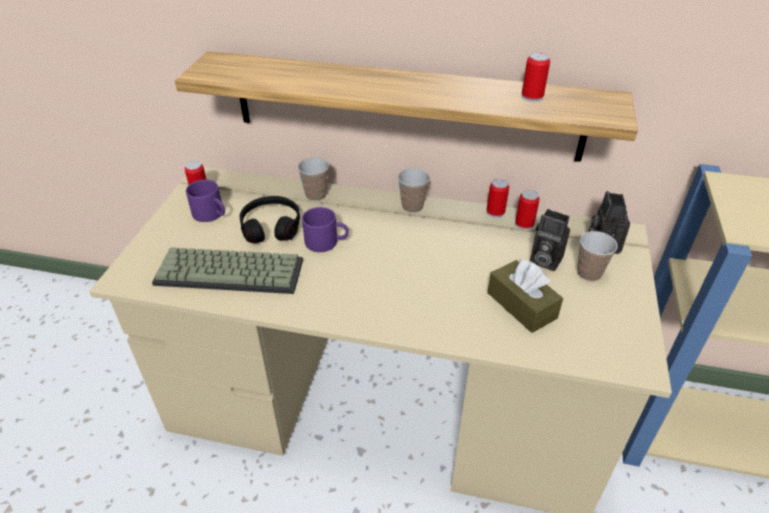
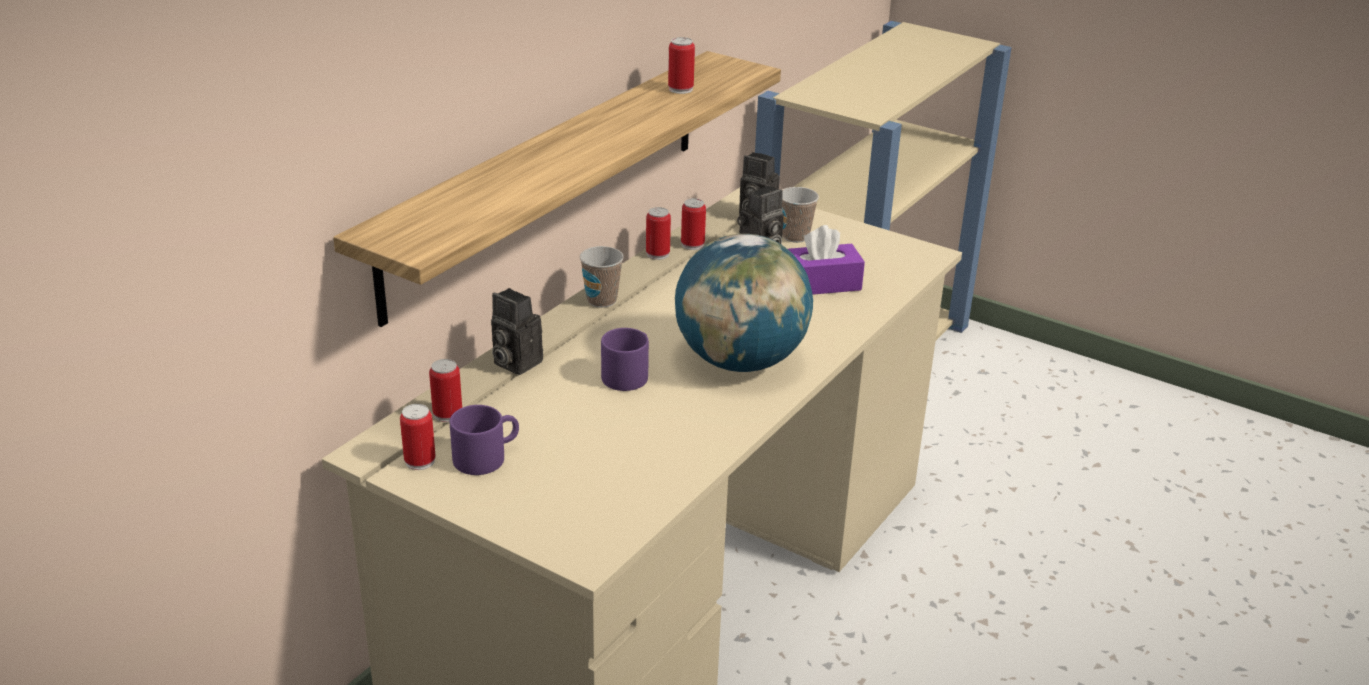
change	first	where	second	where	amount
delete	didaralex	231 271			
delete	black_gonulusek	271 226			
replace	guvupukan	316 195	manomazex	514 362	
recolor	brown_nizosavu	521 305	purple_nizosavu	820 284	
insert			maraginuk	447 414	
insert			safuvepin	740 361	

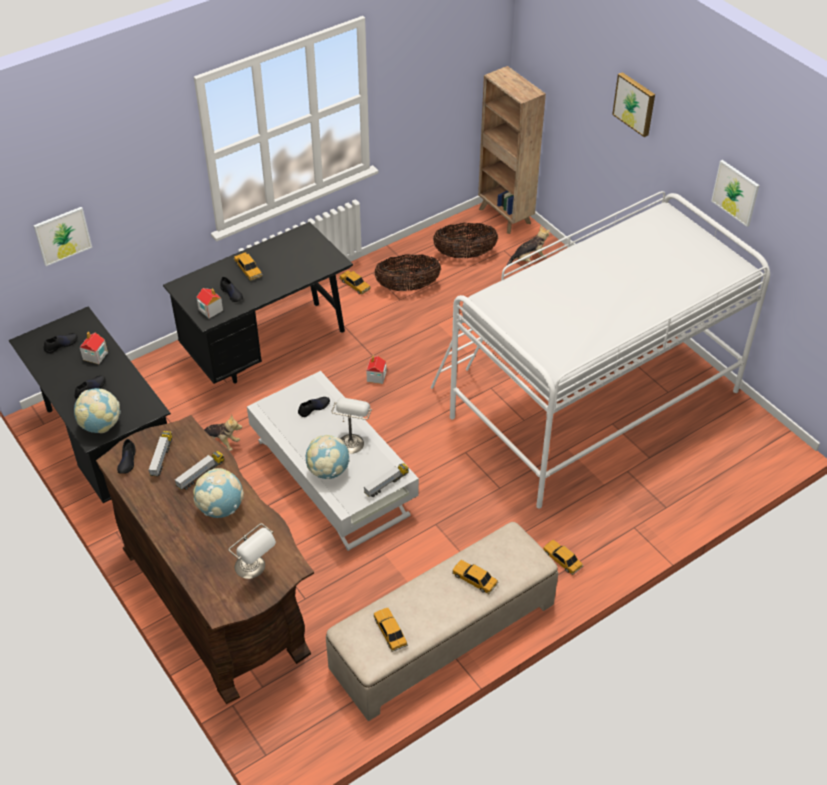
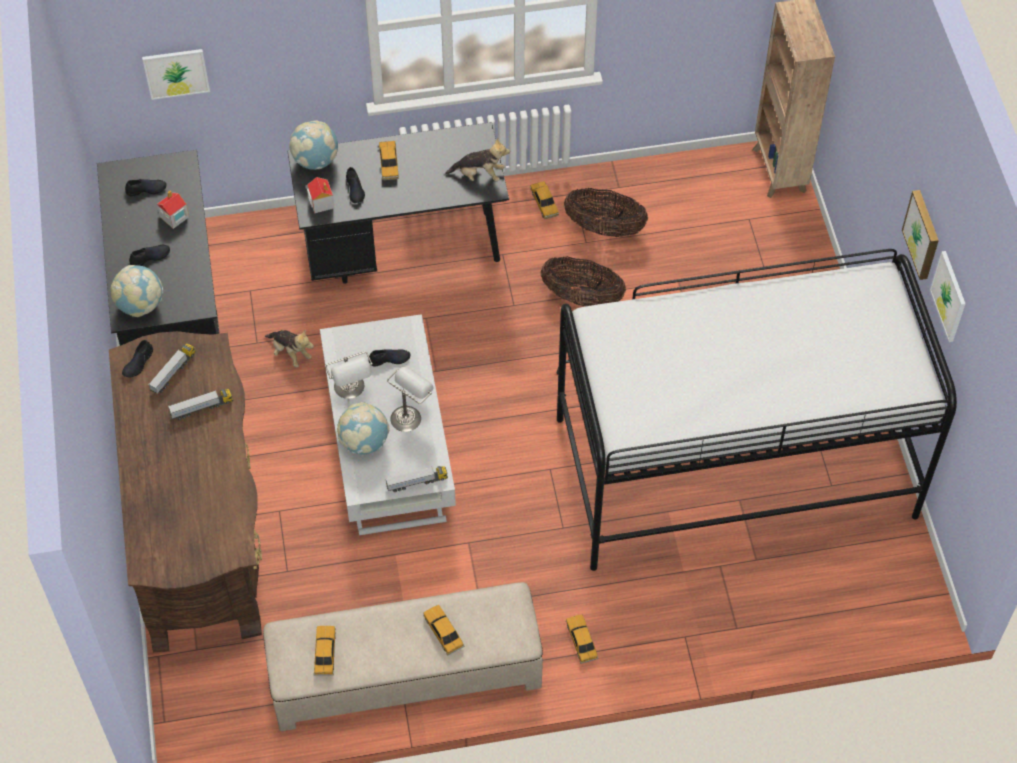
change	first	where	second	where	amount
move	safuvepin	221 508		316 161	
move	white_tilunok	255 569		352 390	
delete	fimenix	376 377			
recolor	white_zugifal	590 404	black_zugifal	729 465	
move	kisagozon	465 254		582 297	
move	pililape	529 259		479 175	
move	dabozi	635 103		923 234	

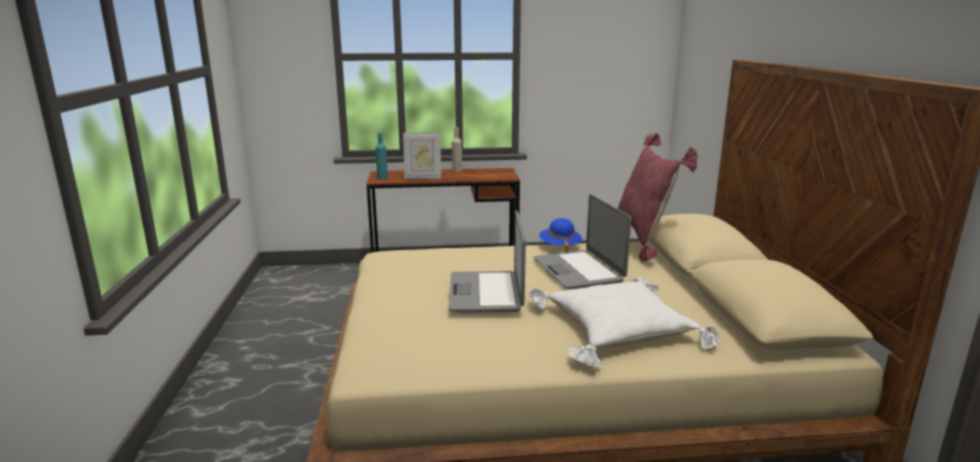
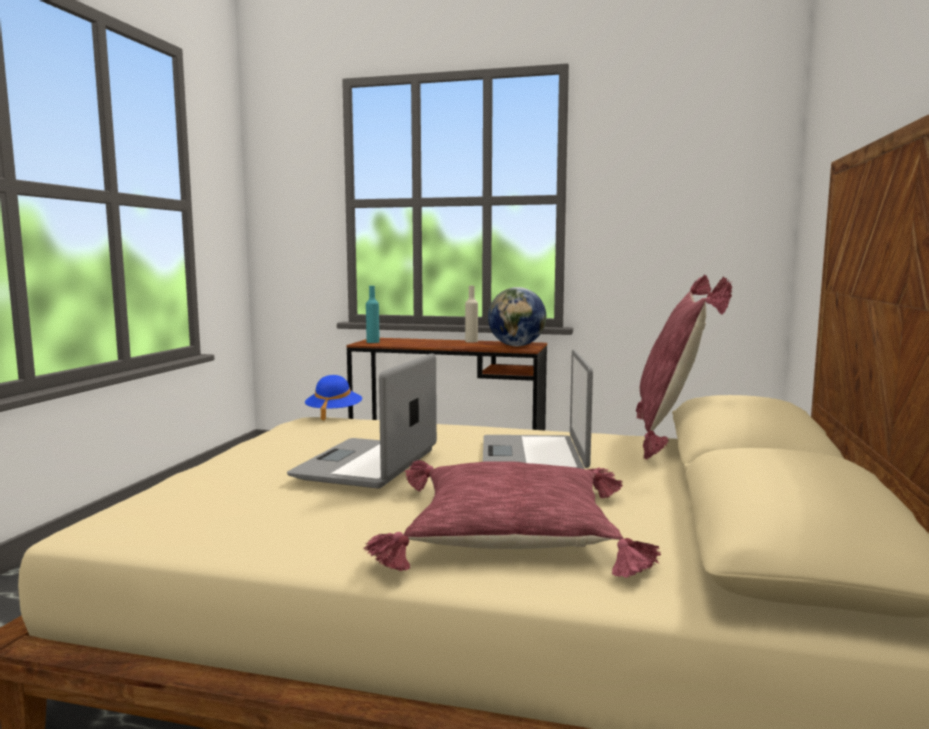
change	first	where	second	where	amount
delete	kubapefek	423 177			
recolor	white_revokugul	617 325	red_revokugul	509 526	
move	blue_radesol	560 247		334 414	
insert			safuvepin	516 346	

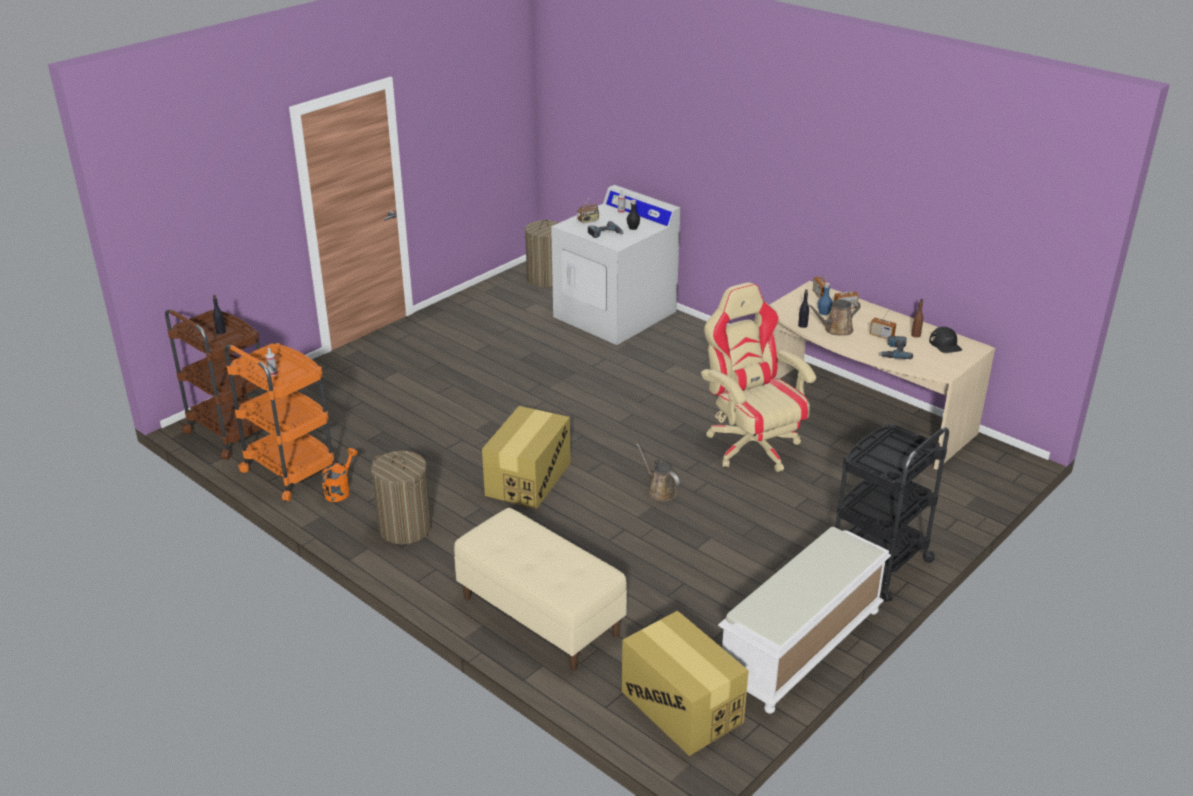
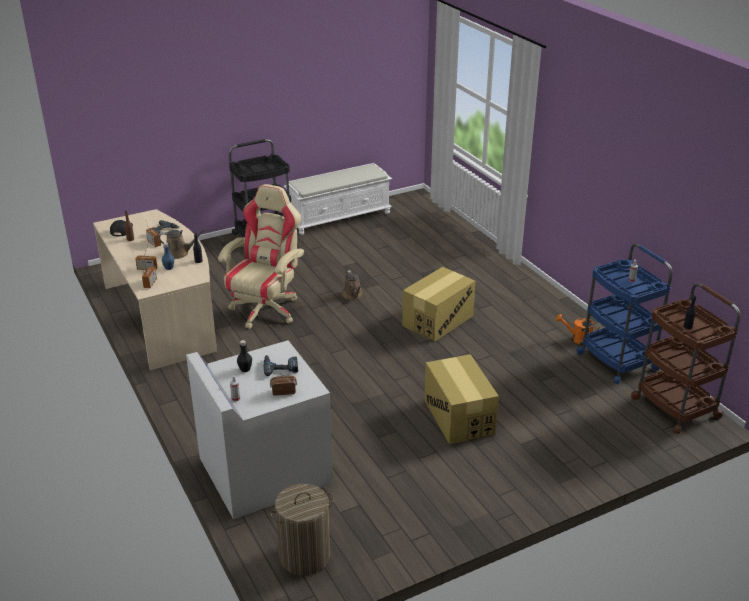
change	first	where	second	where	amount
recolor	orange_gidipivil	292 471	blue_gidipivil	616 361	
rotate	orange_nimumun	340 491		577 339	60 degrees clockwise
delete	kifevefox	405 528			
delete	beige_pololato	539 616			
move	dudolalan	681 706		459 417	
rotate	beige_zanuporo	752 447		265 310	150 degrees counterclockwise

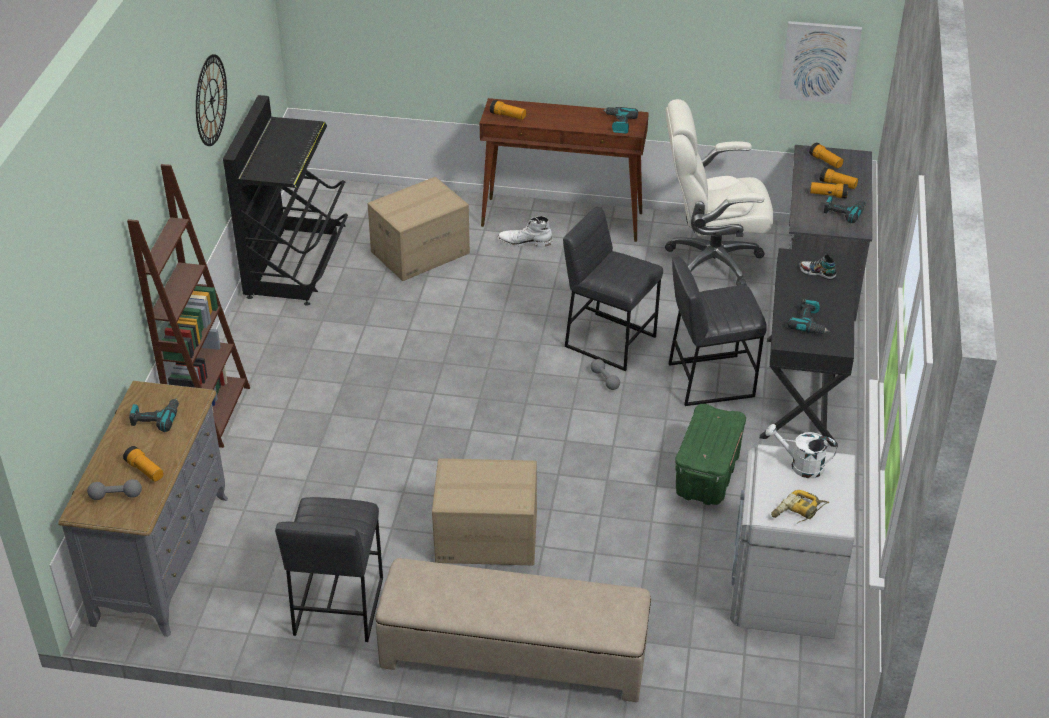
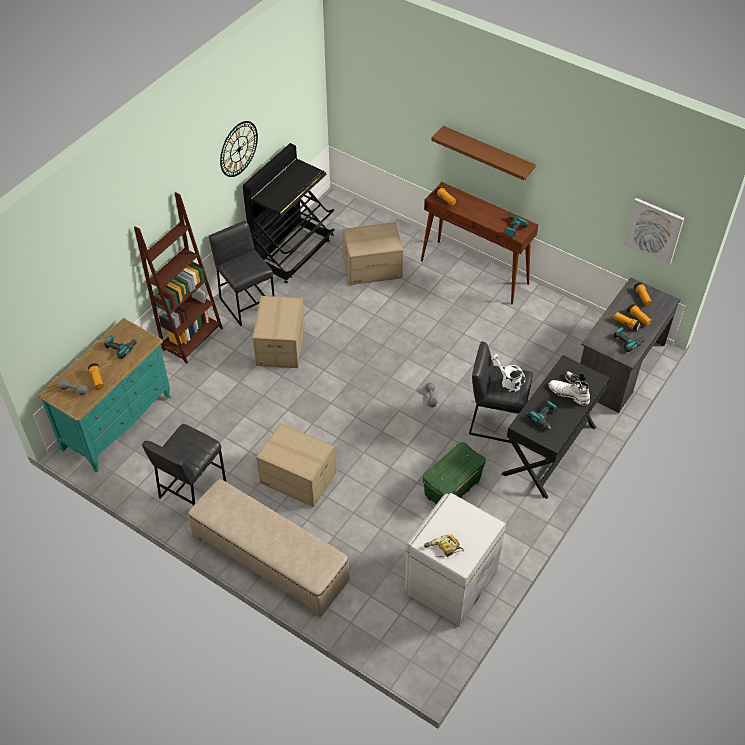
change	first	where	second	where	amount
recolor	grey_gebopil	164 559	turquoise_gebopil	118 423	
move	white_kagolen	525 242		568 394	
move	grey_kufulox	609 341		247 303	
delete	white_zanuporo	711 261			
move	white_nimumun	800 465		508 382	
insert			dudolalan	280 345	
insert			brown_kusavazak	487 153	

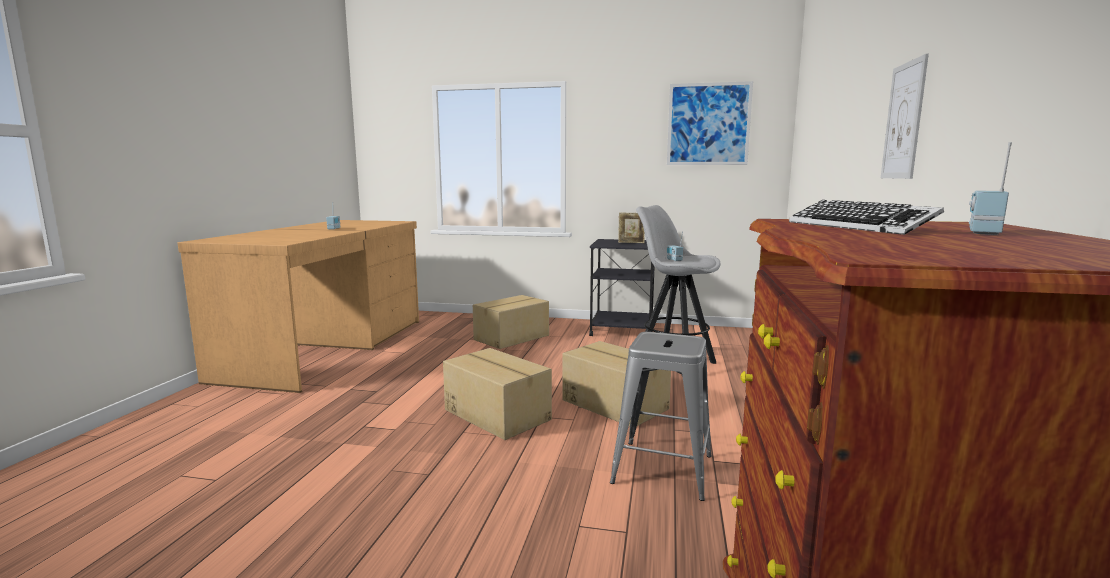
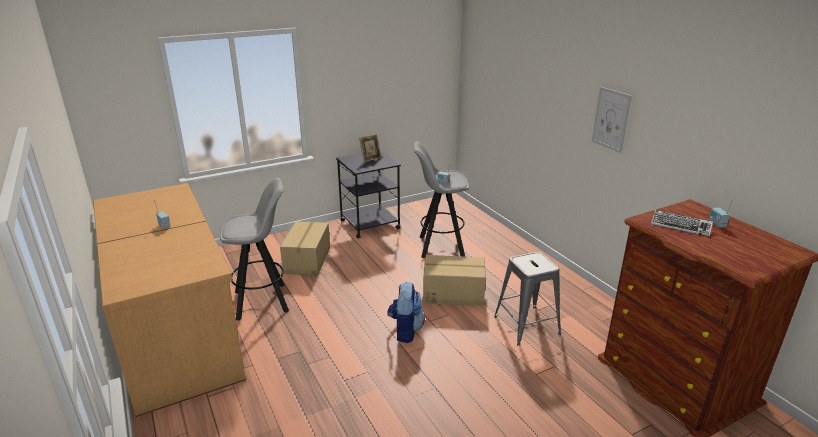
change	first	where	second	where	amount
replace	dudolalan	498 414	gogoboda	405 331	
delete	dabozi	708 124			
insert			grey_kufulox	263 301	

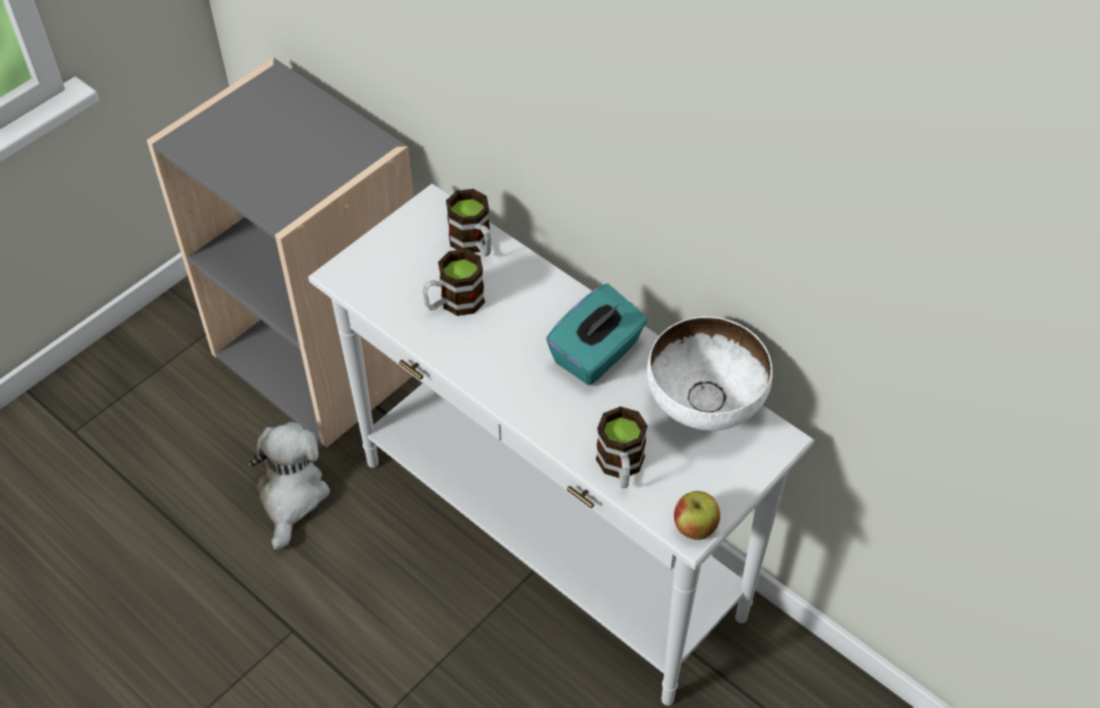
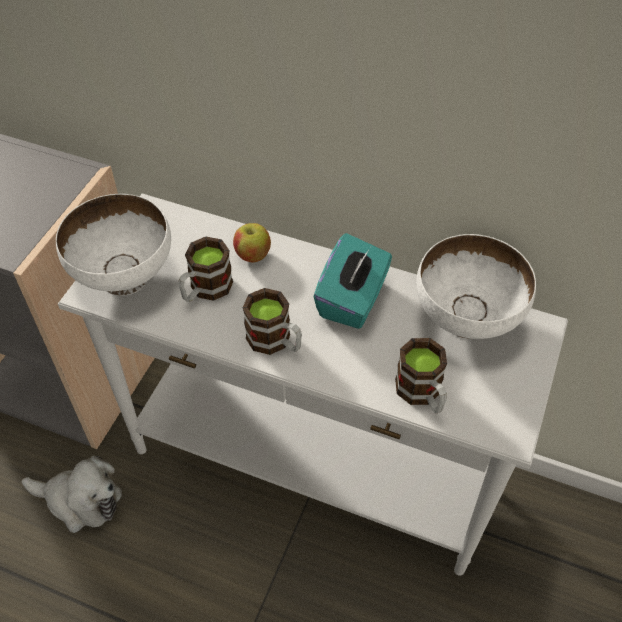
change	first	where	second	where	amount
rotate	pililape	291 496		80 500	120 degrees clockwise
move	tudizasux	474 244		275 341	
move	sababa	694 527		252 255	
insert			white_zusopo	125 276	

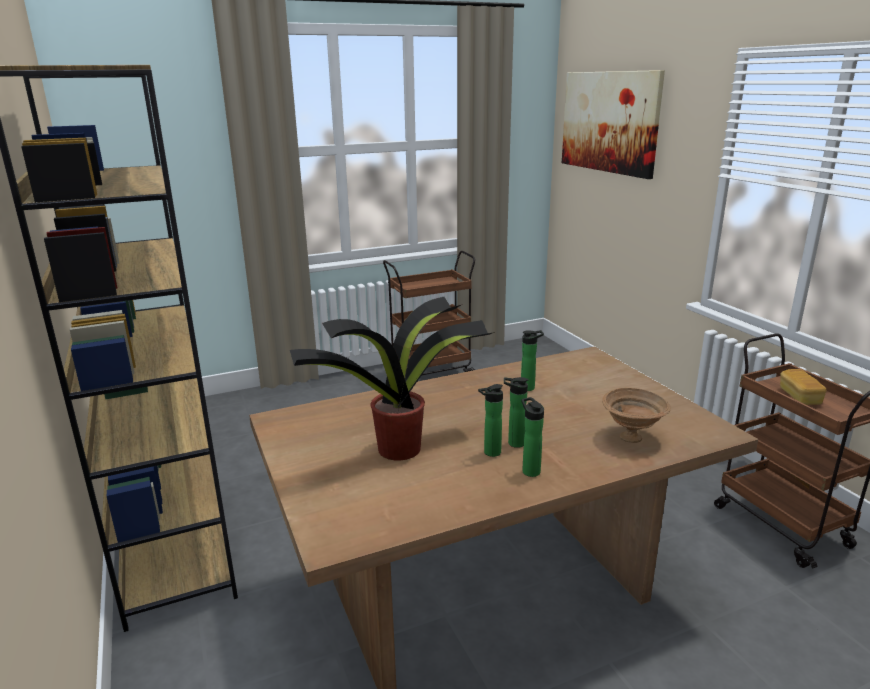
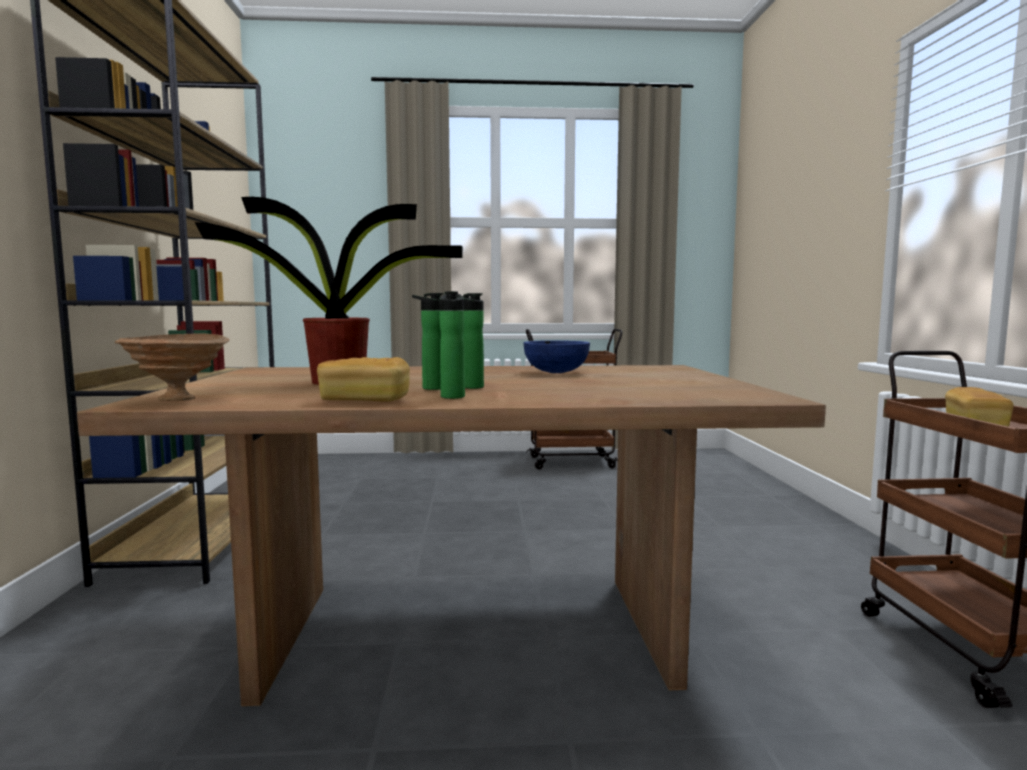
change	first	where	second	where	amount
replace	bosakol	529 388	blue_zusopo	556 372	
delete	dabozi	609 122			
move	brown_zusopo	632 437		180 399	
insert			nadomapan	365 400	

